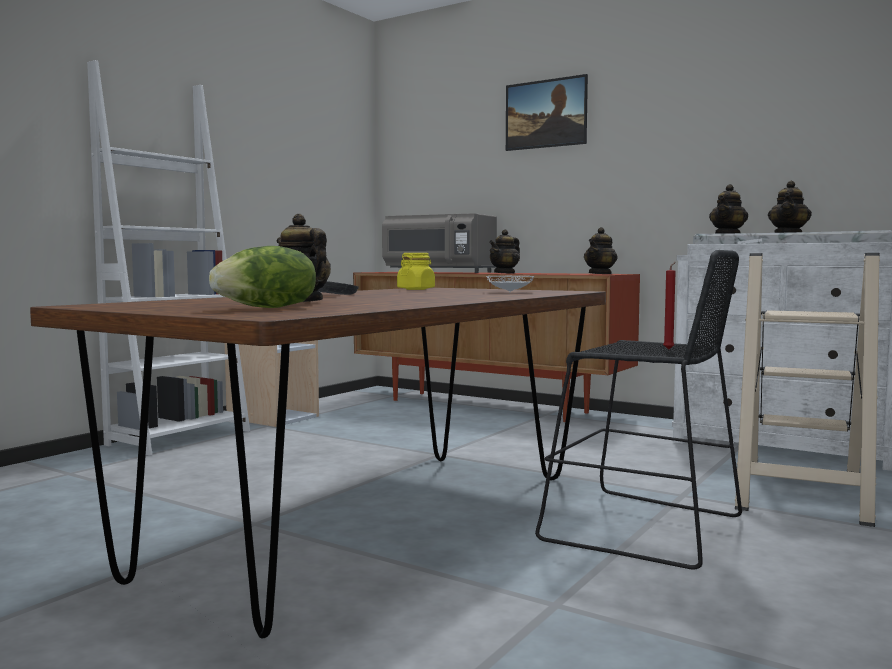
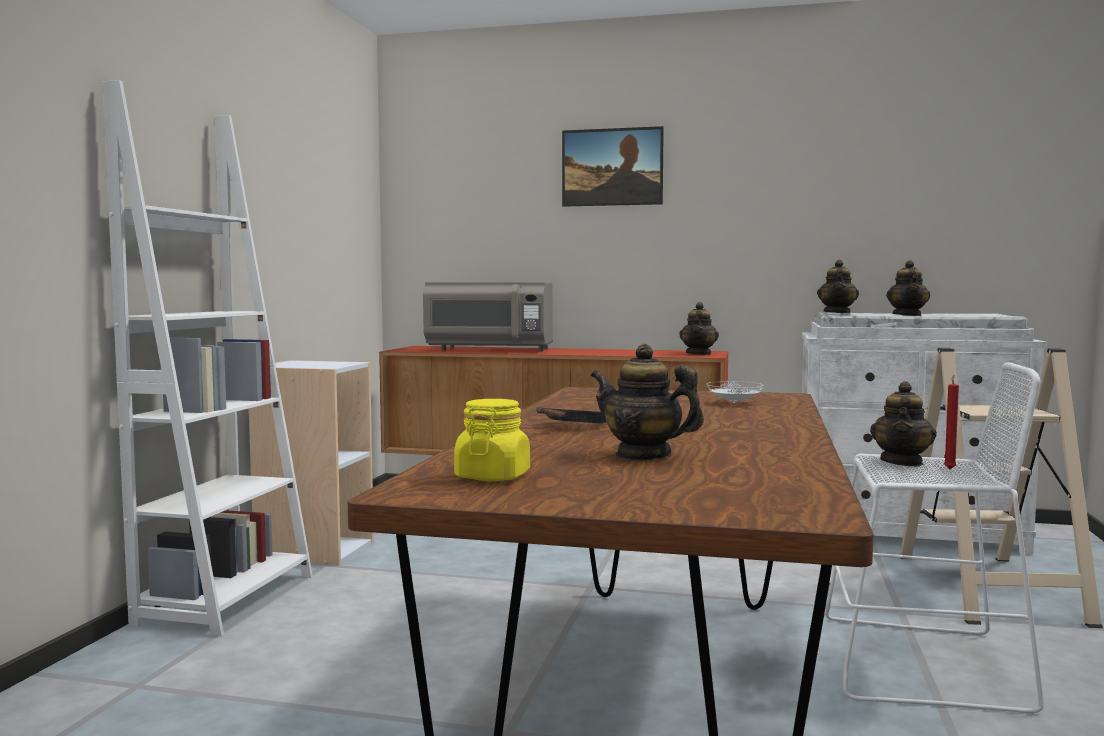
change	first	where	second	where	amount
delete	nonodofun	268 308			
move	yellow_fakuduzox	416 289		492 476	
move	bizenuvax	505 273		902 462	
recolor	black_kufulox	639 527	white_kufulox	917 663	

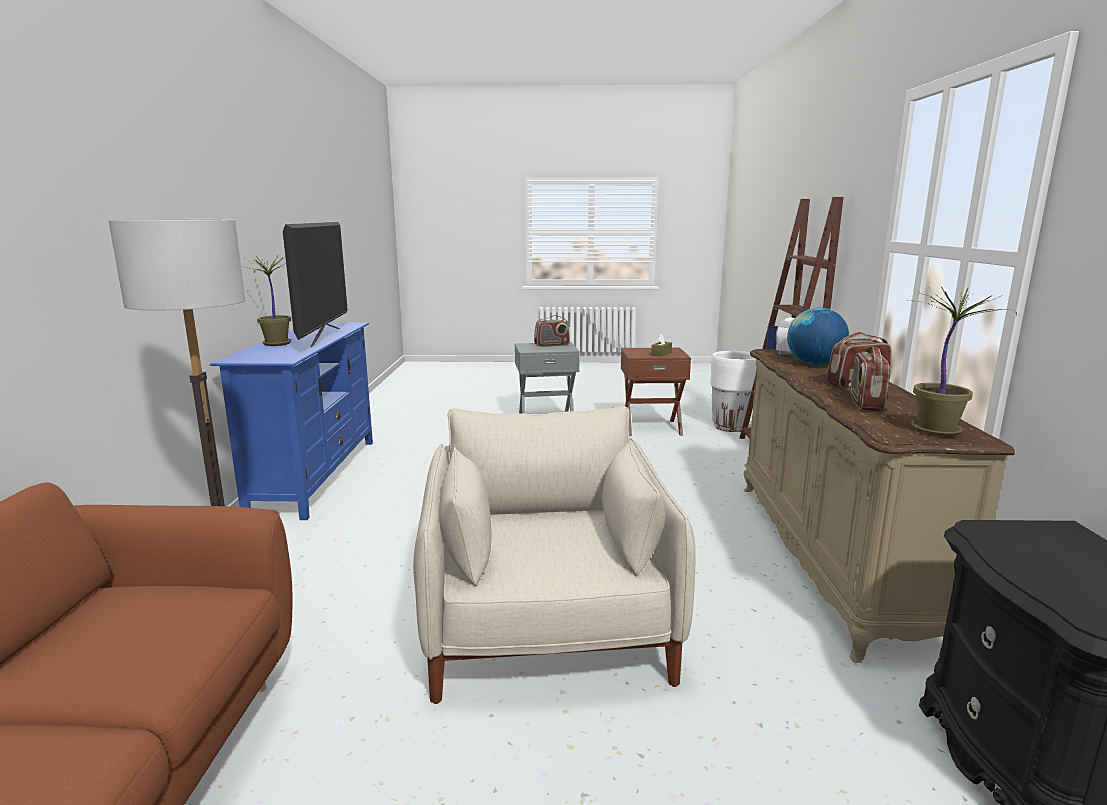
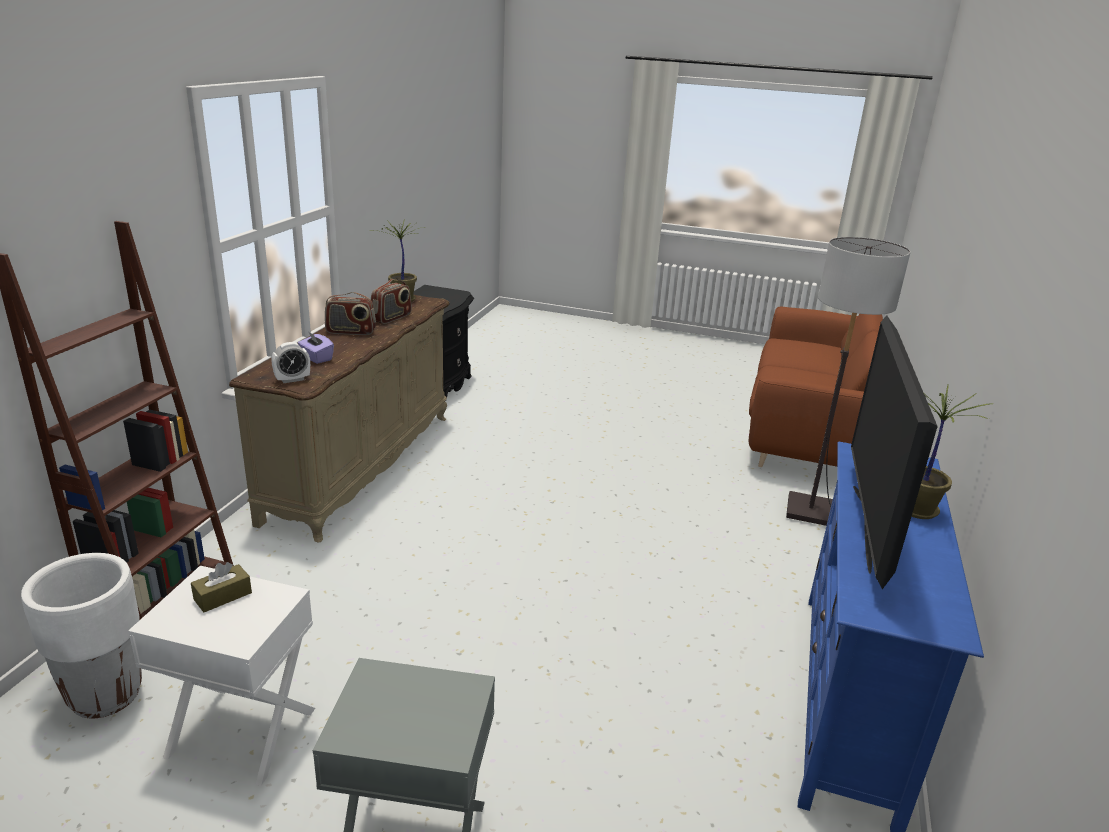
change	first	where	second	where	amount
delete	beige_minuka	547 623			
delete	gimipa	552 345			
recolor	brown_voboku	651 427	white_voboku	241 733	
replace	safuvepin	814 364	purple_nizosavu	316 358	

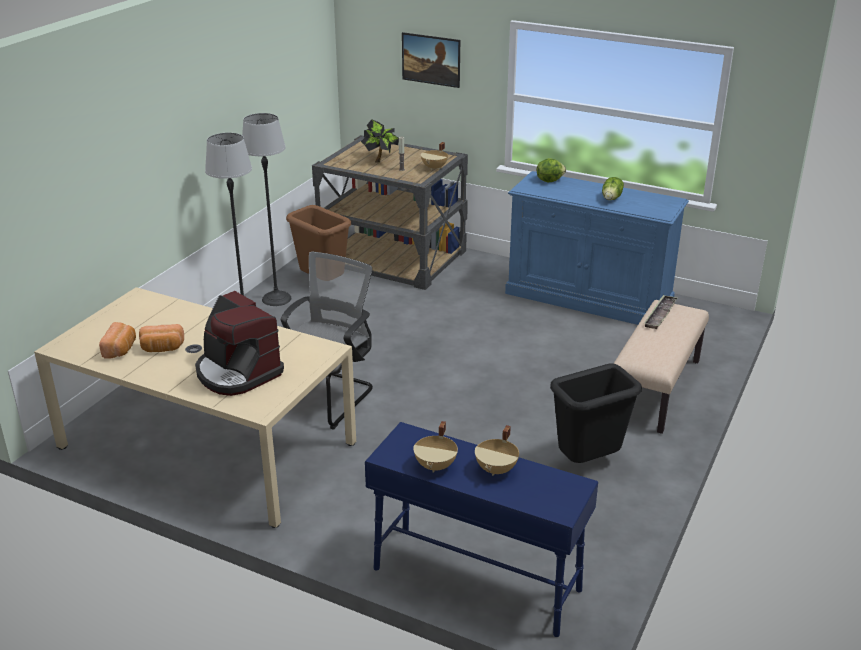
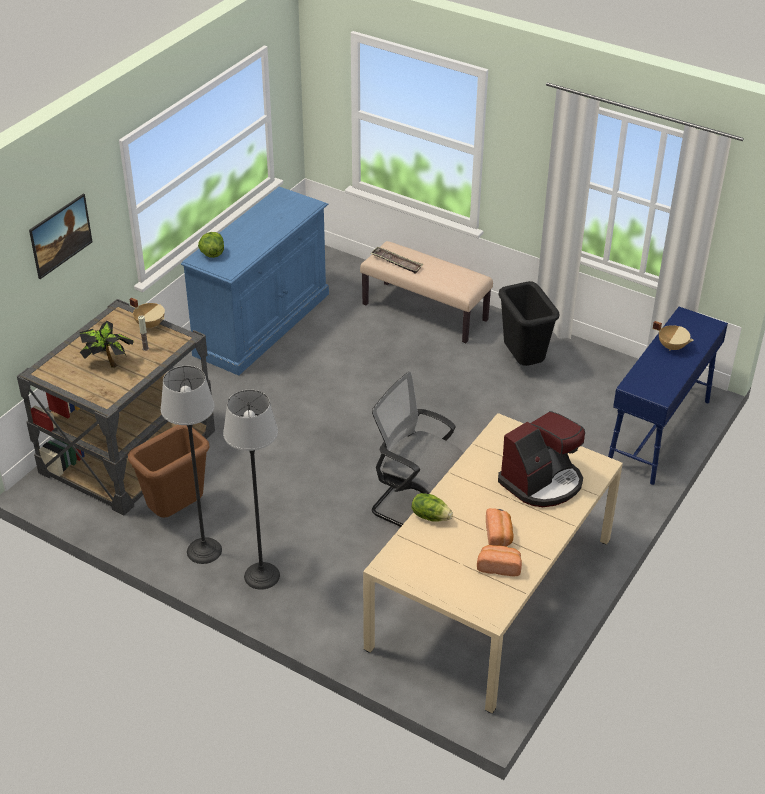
change	first	where	second	where	amount
delete	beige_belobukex	436 466			
move	nonodofun	612 198		430 516	

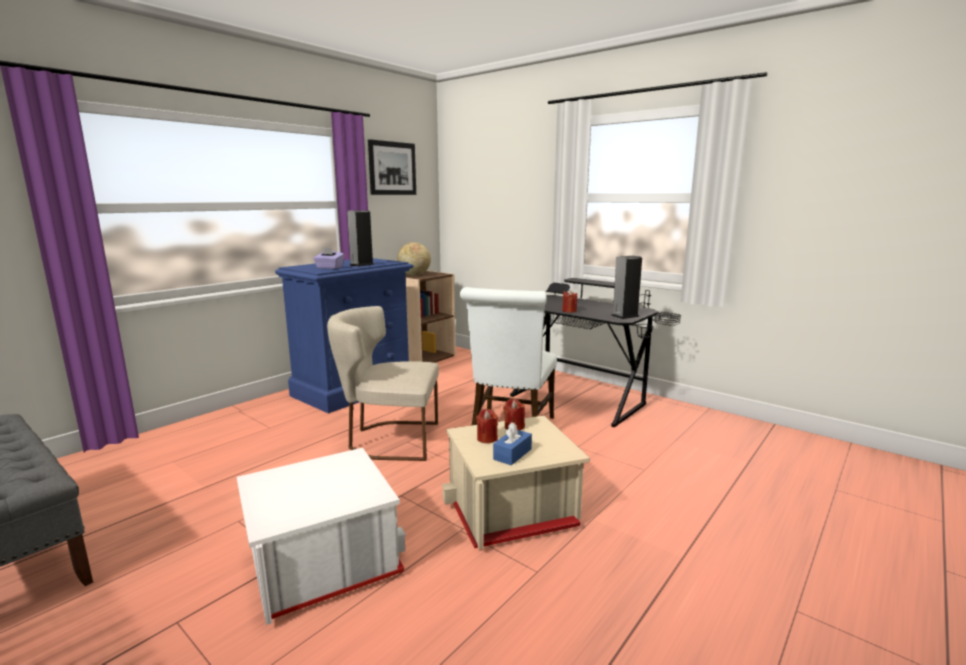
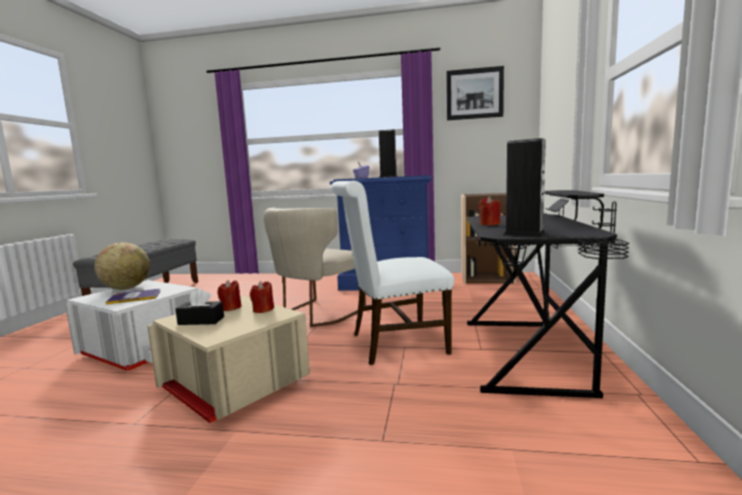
change	first	where	second	where	amount
rotate	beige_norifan	389 440		317 314	120 degrees counterclockwise
move	safuvepin	414 275		126 288	
recolor	blue_nizosavu	512 454	black_nizosavu	201 321	
insert			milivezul	135 297	

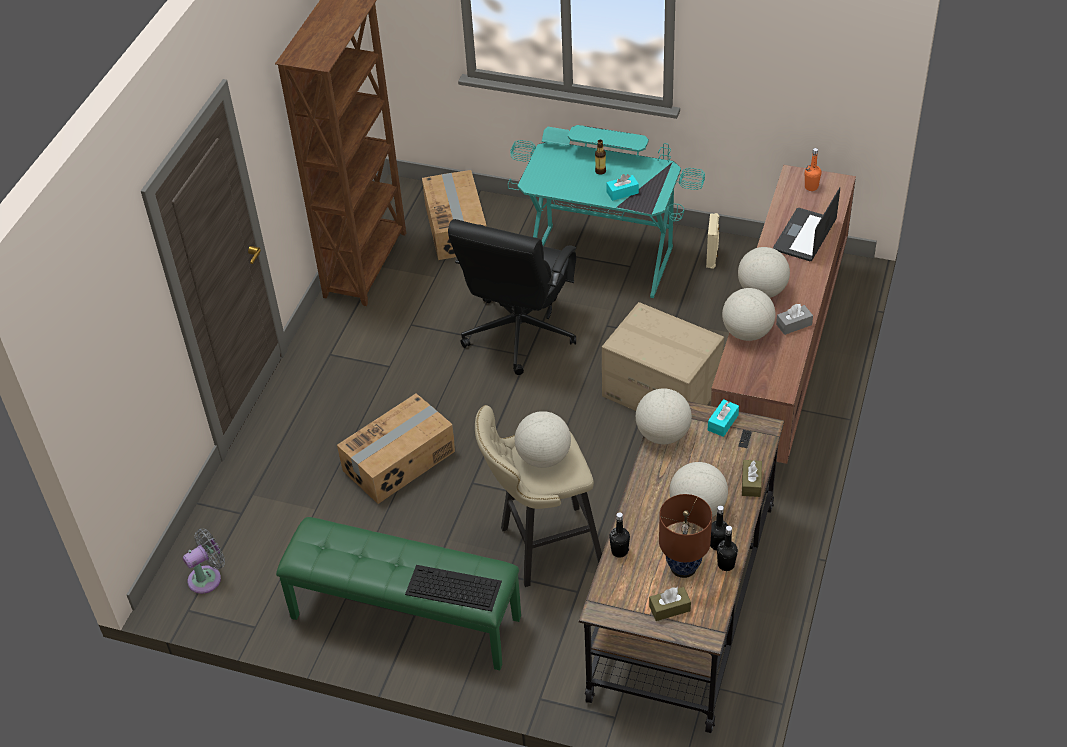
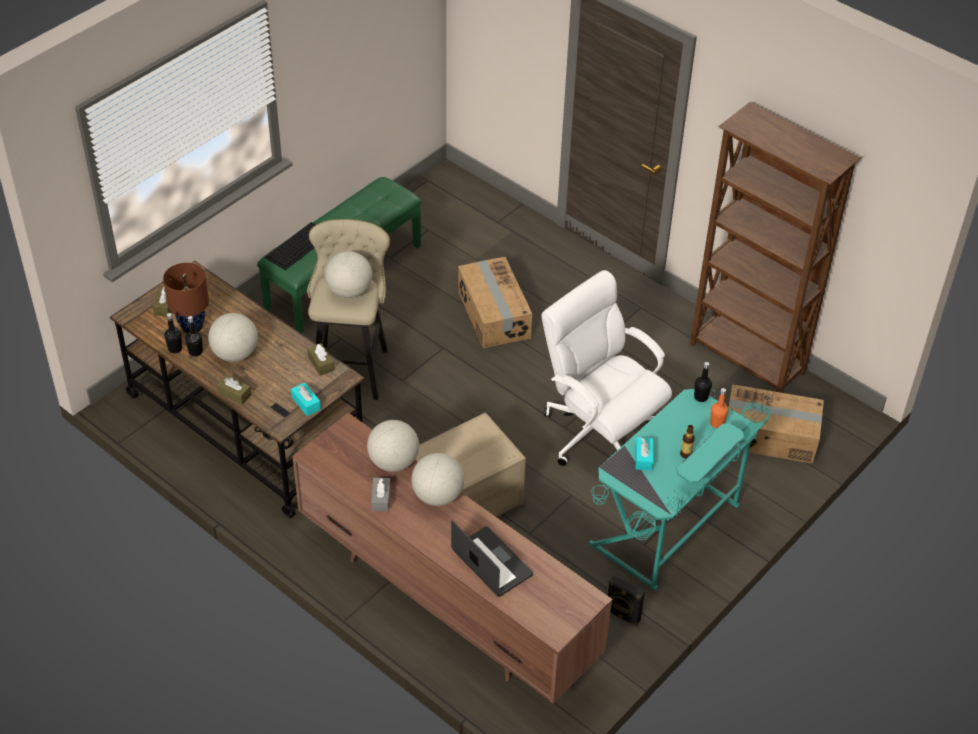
change	first	where	second	where	amount
delete	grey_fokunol	208 578			
recolor	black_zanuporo	520 331	white_zanuporo	598 433	
move	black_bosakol	619 551		701 397	
replace	safuvepin	663 435	brown_nizosavu	321 363	
recolor	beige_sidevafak	712 257	black_sidevafak	622 616	
move	orange_bosakol	811 187		717 423	

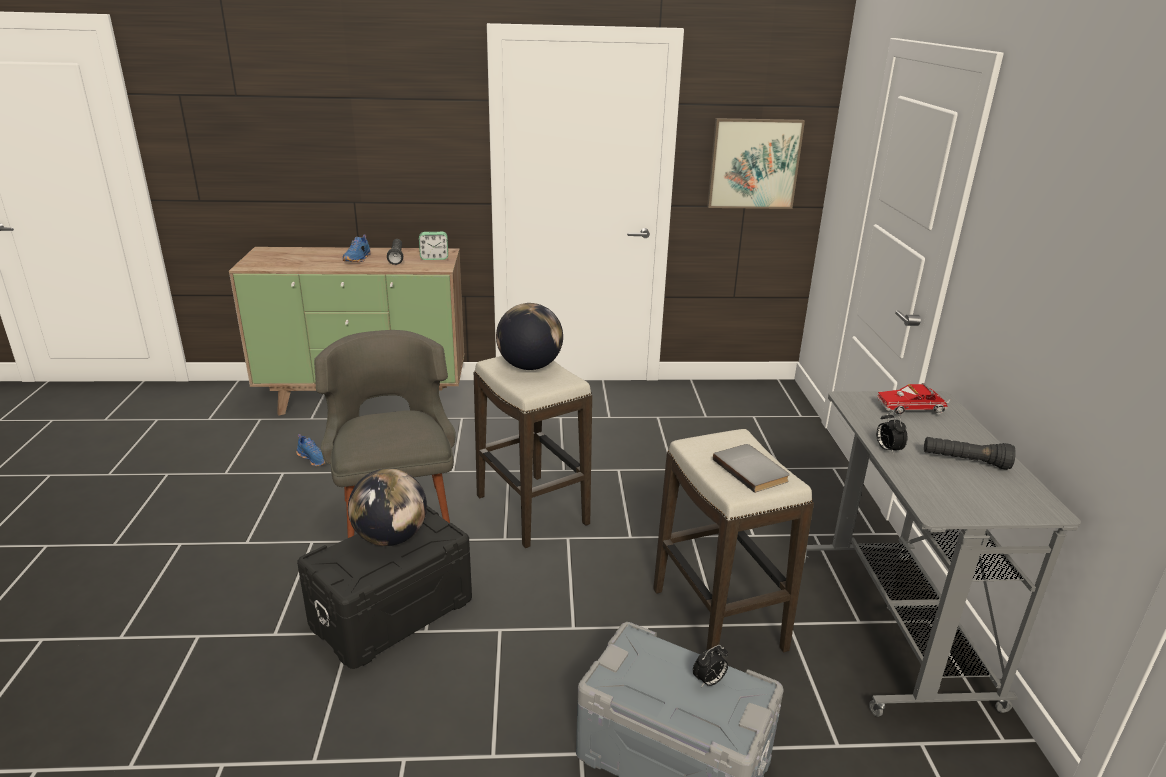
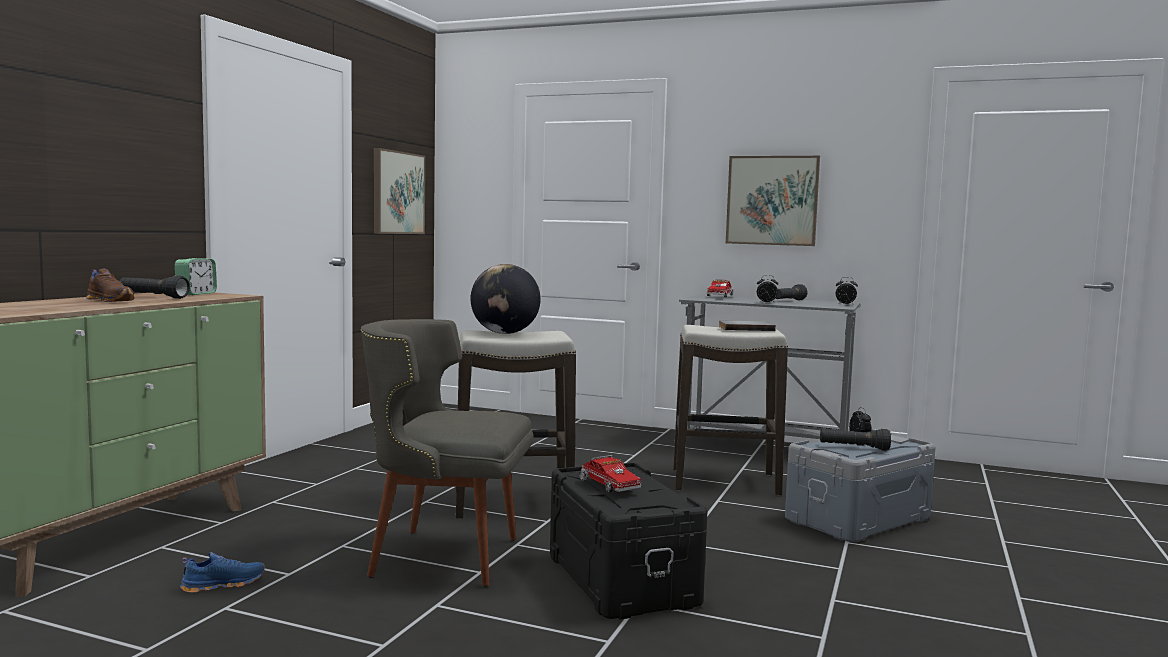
change	first	where	second	where	amount
recolor	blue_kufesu	358 259	brown_kufesu	111 301	
replace	safuvepin	391 538	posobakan	606 486	
insert			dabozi	772 200	
insert			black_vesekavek	854 448	
insert			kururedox	845 304	

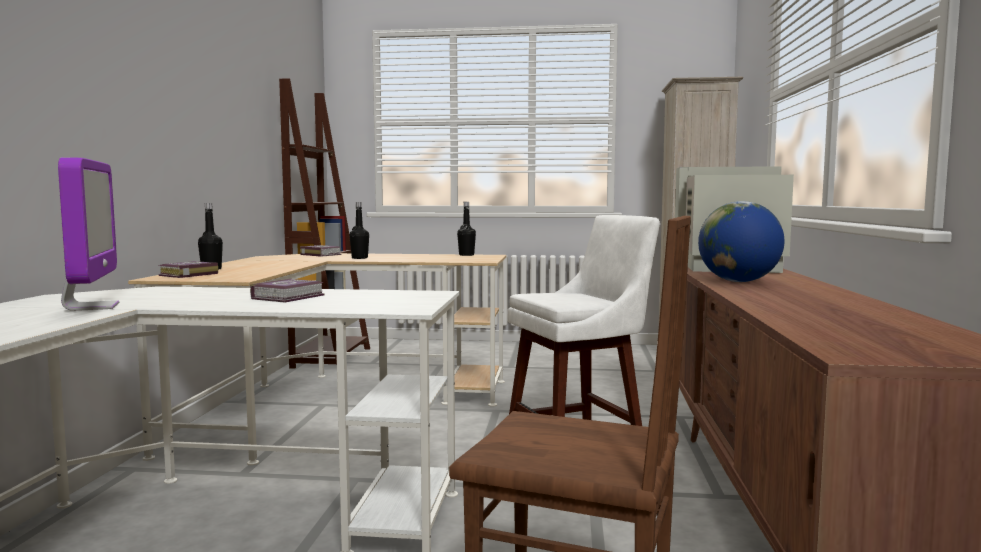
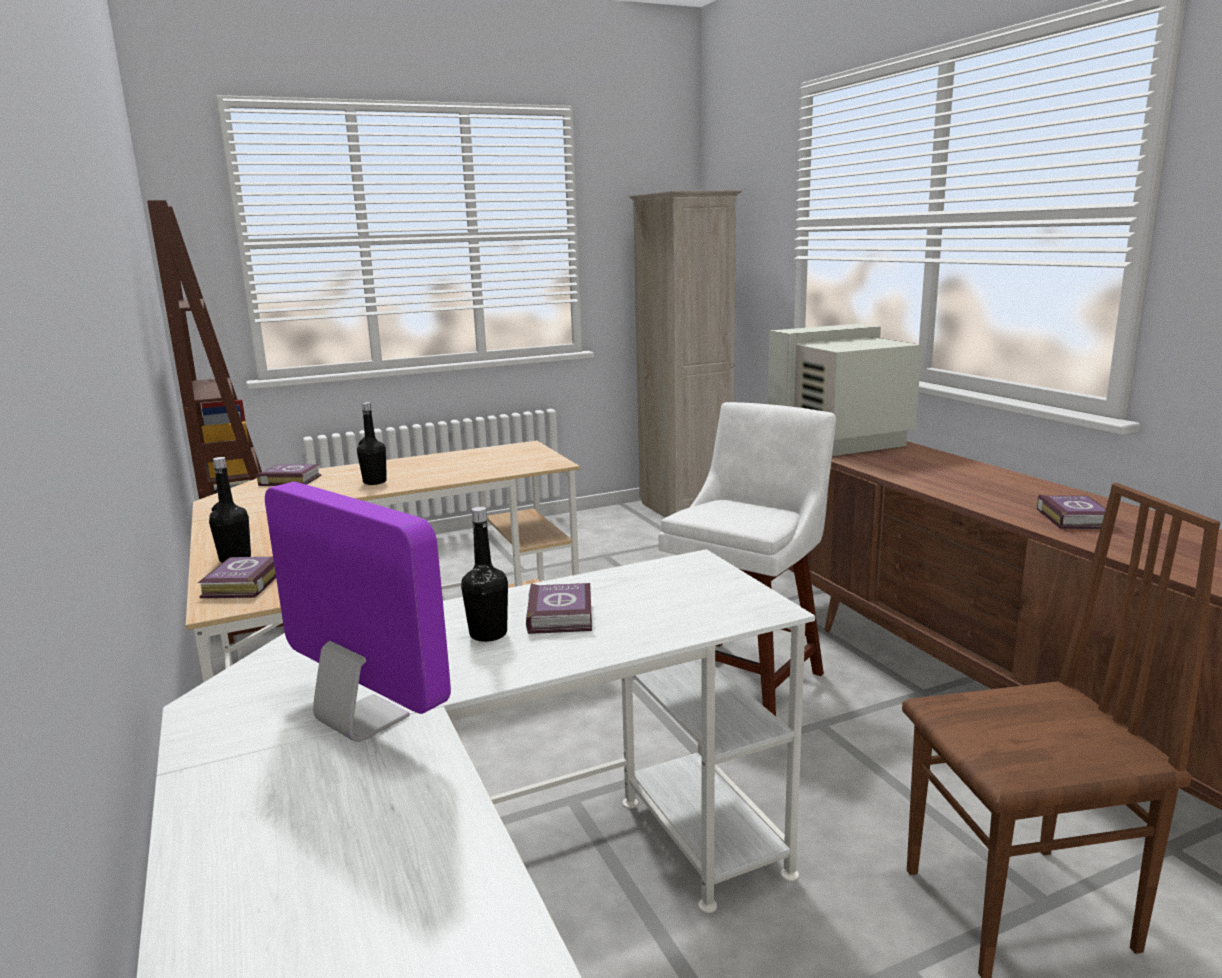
change	first	where	second	where	amount
move	black_bosakol	466 255		488 634	
delete	safuvepin	739 281			
insert			milivezul	1074 518	

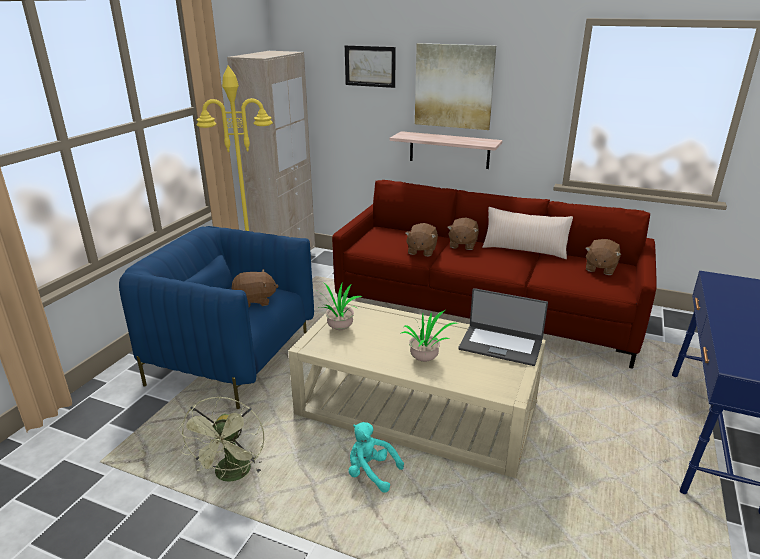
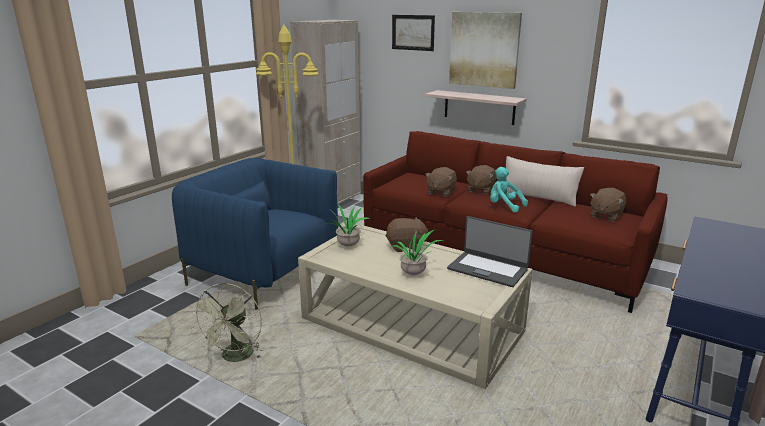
change	first	where	second	where	amount
move	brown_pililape	254 301		406 247	
move	turquoise_pililape	371 472		504 206	

